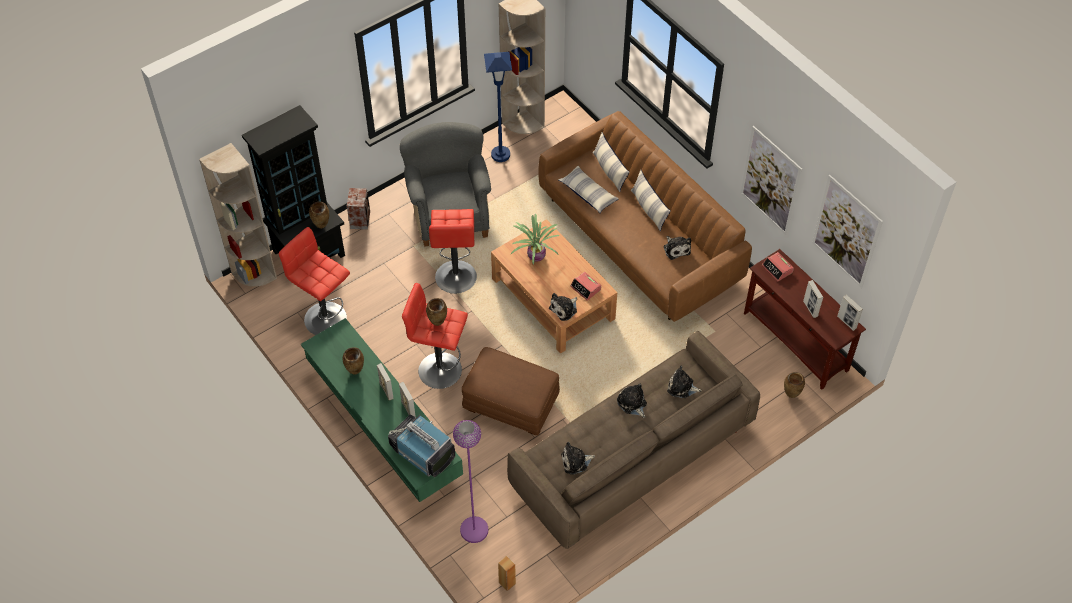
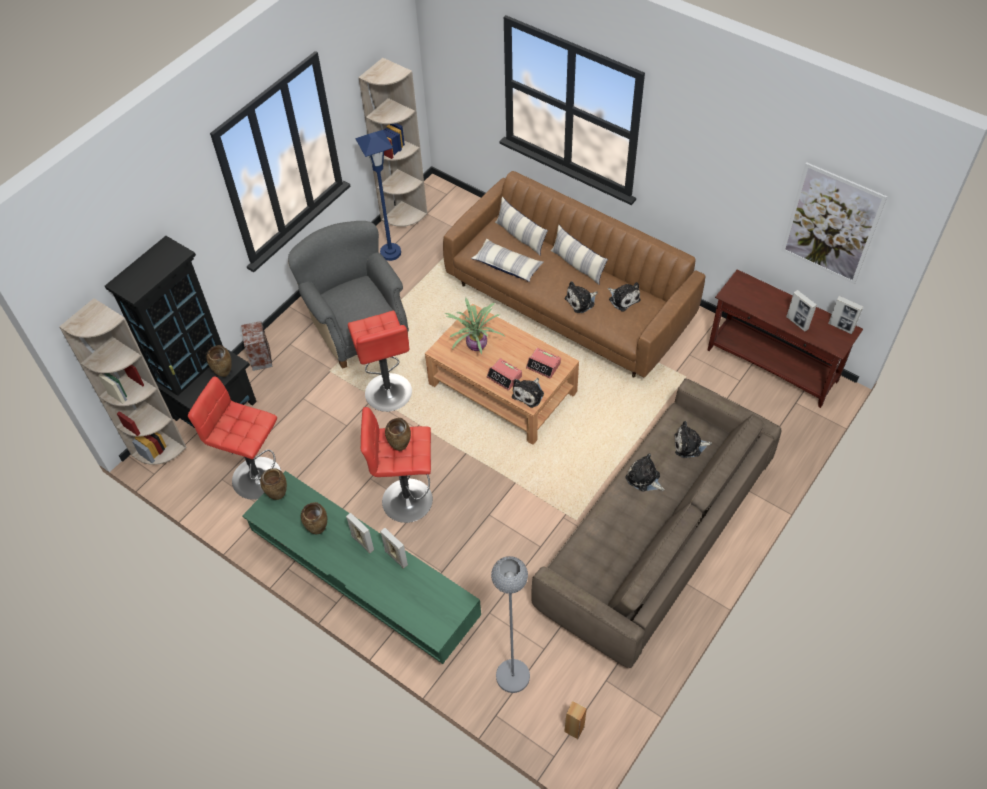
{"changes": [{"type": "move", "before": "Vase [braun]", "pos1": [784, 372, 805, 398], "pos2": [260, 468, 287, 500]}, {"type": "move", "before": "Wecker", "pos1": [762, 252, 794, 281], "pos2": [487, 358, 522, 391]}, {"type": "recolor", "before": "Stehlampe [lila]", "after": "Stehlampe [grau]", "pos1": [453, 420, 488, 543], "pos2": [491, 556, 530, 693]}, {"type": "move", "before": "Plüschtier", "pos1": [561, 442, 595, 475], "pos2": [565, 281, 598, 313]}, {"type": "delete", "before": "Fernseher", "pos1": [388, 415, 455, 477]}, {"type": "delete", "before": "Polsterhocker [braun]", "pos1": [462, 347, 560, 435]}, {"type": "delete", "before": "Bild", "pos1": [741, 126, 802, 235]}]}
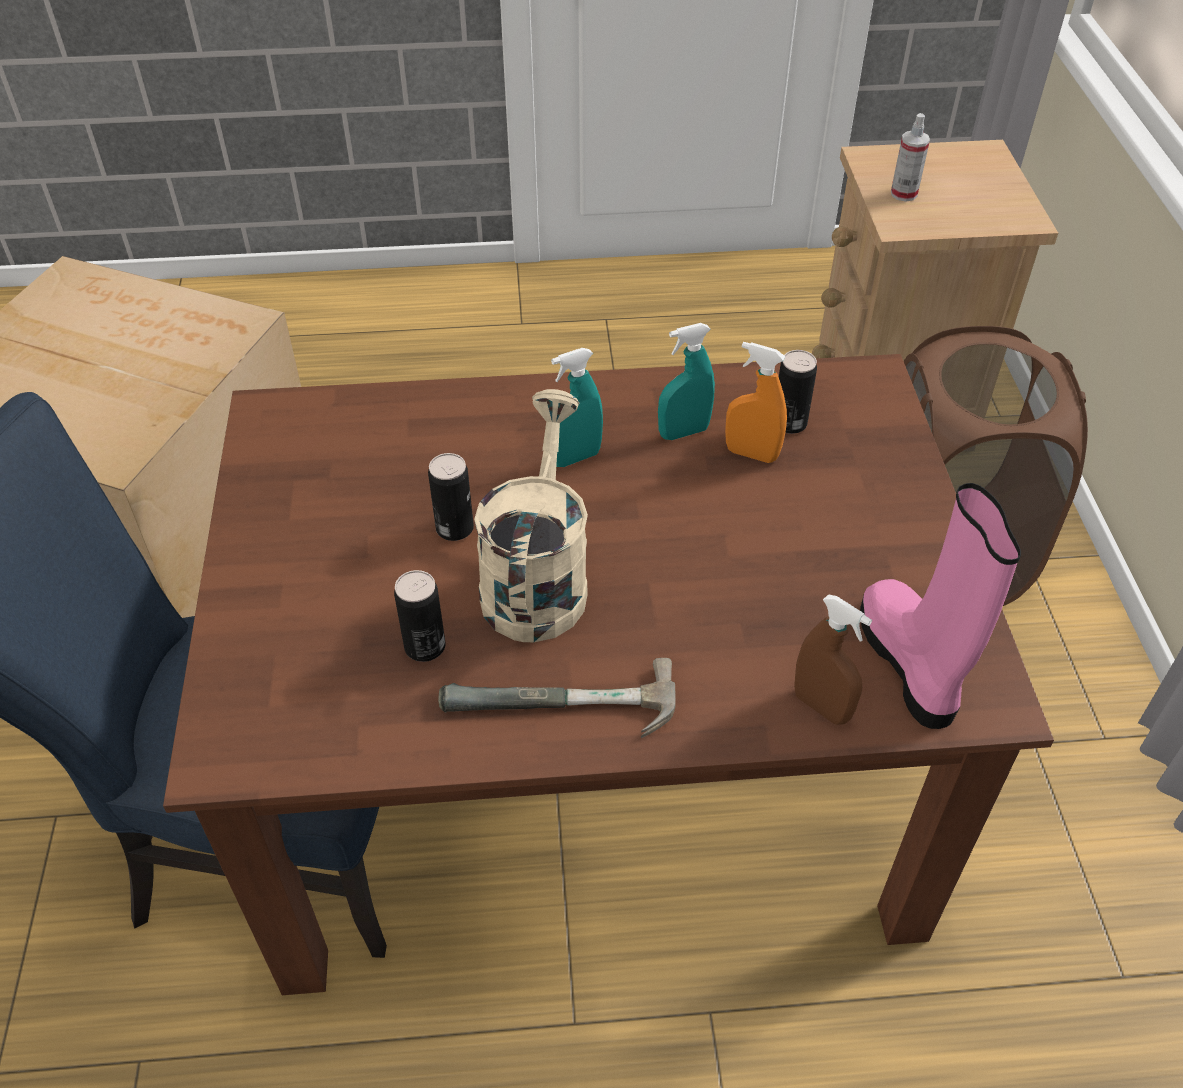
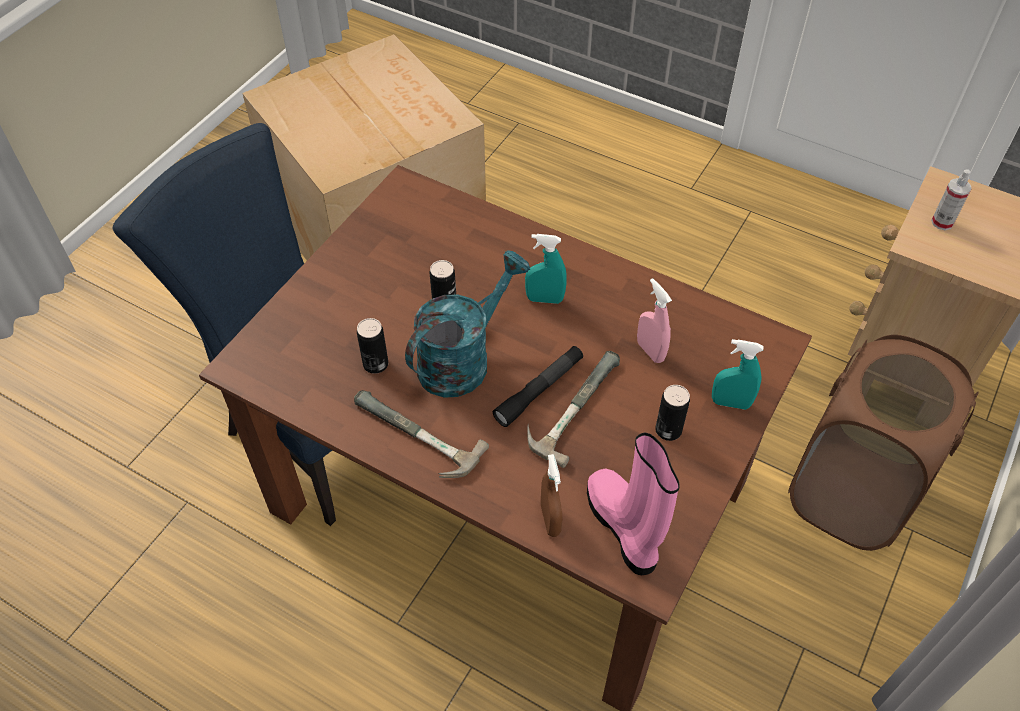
{"changes": [{"type": "recolor", "before": "Gießkanne [beige]", "after": "Gießkanne [türkis]", "pos1": [474, 389, 588, 642], "pos2": [405, 250, 530, 398]}, {"type": "insert", "after": "Taschenlampe [schwarz]", "pos2": [493, 346, 583, 427]}, {"type": "insert", "after": "Hammer", "pos2": [527, 351, 620, 468]}, {"type": "rotate", "before": "Stiefel [rosa]", "pos1": [860, 483, 1021, 729], "pos2": [587, 432, 680, 575], "turn": -45}, {"type": "recolor", "before": "Sprühflasche [orange]", "after": "Sprühflasche [rosa]", "pos1": [725, 342, 787, 463], "pos2": [637, 278, 672, 363]}, {"type": "move", "before": "Dose", "pos1": [779, 350, 817, 434], "pos2": [655, 385, 690, 441]}, {"type": "move", "before": "Sprühflasche [türkis]", "pos1": [658, 323, 715, 440], "pos2": [712, 339, 764, 410]}]}
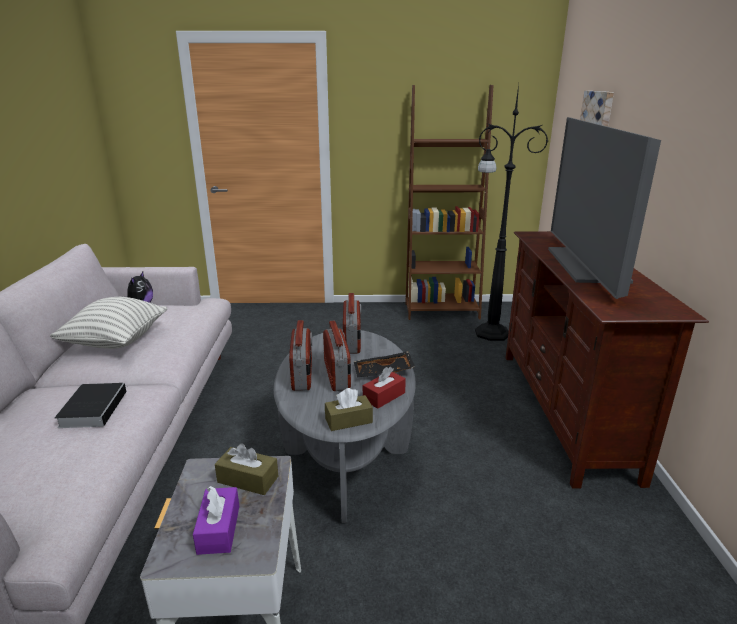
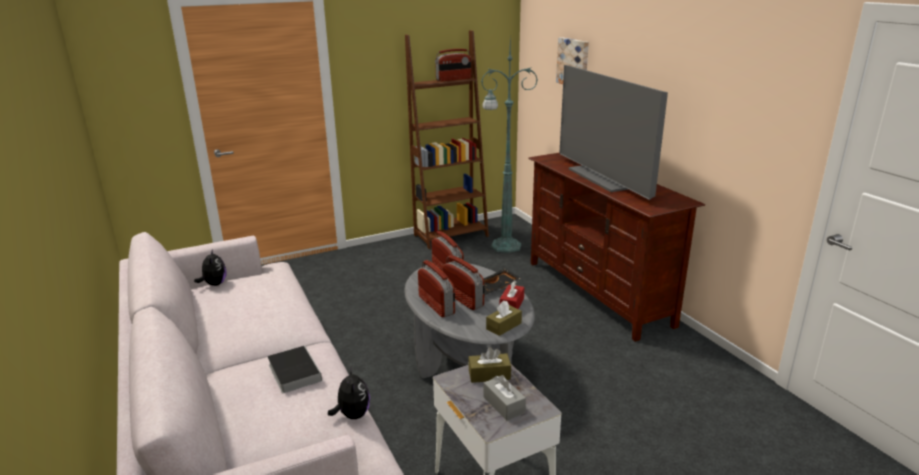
{"changes": [{"type": "insert", "after": "Plüschtier", "pos2": [328, 367, 370, 419]}, {"type": "insert", "after": "Radio", "pos2": [435, 49, 471, 81]}, {"type": "recolor", "before": "Stehlampe [schwarz]", "after": "Stehlampe [grün]", "pos1": [475, 85, 548, 341], "pos2": [481, 35, 538, 253]}, {"type": "recolor", "before": "Taschentuchbox [lila]", "after": "Taschentuchbox [grau]", "pos1": [193, 486, 239, 555], "pos2": [484, 375, 526, 421]}, {"type": "delete", "before": "Kissen", "pos1": [50, 297, 167, 349]}]}
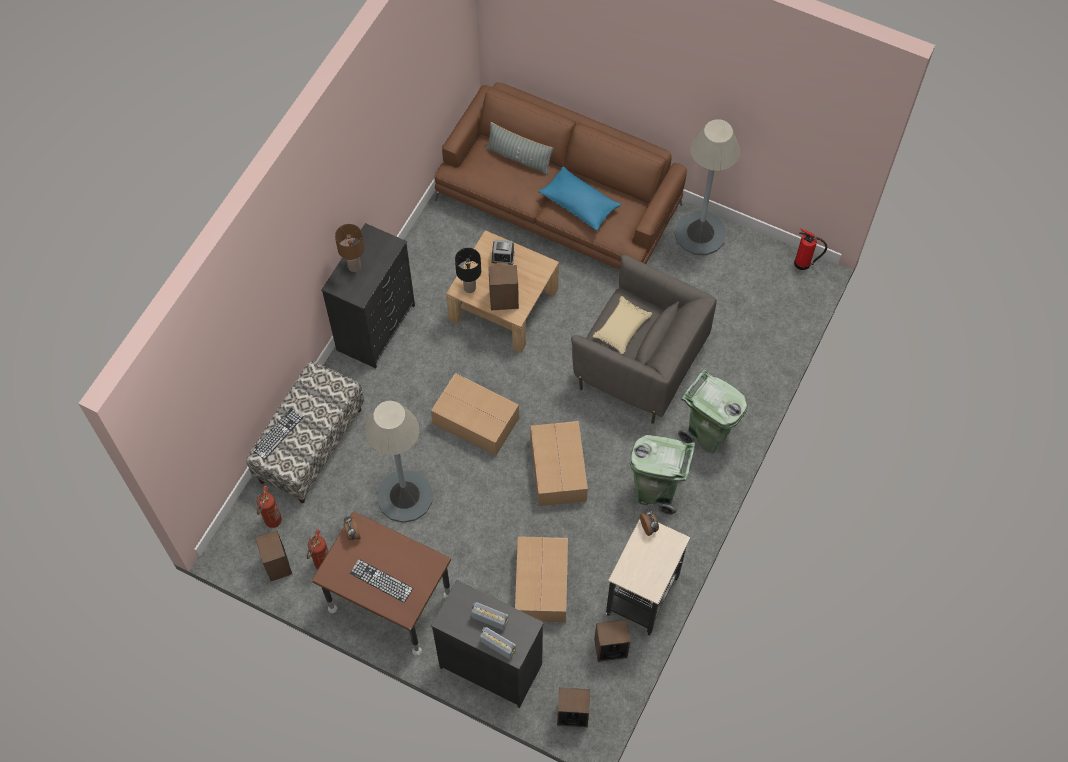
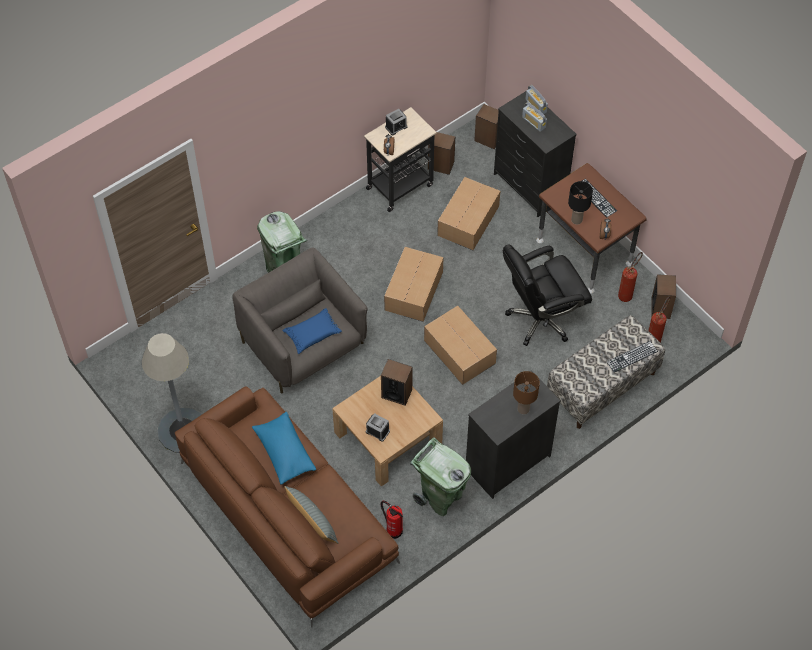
{"changes": [{"type": "recolor", "before": "Kissen [beige]", "after": "Kissen [blau]", "pos1": [593, 296, 652, 354], "pos2": [283, 308, 342, 354]}, {"type": "move", "before": "Feuerlöscher", "pos1": [794, 229, 827, 270], "pos2": [381, 501, 403, 539]}, {"type": "insert", "after": "Wecker", "pos2": [385, 109, 407, 136]}, {"type": "move", "before": "Mülleimer [grün]", "pos1": [630, 435, 695, 516], "pos2": [410, 437, 471, 516]}, {"type": "replace", "before": "Stehlampe [grau]", "after": "Bürostuhl [schwarz]", "pos1": [365, 401, 433, 523], "pos2": [503, 244, 592, 346]}, {"type": "move", "before": "Tischlampe [schwarz]", "pos1": [455, 248, 481, 293], "pos2": [568, 181, 593, 224]}]}
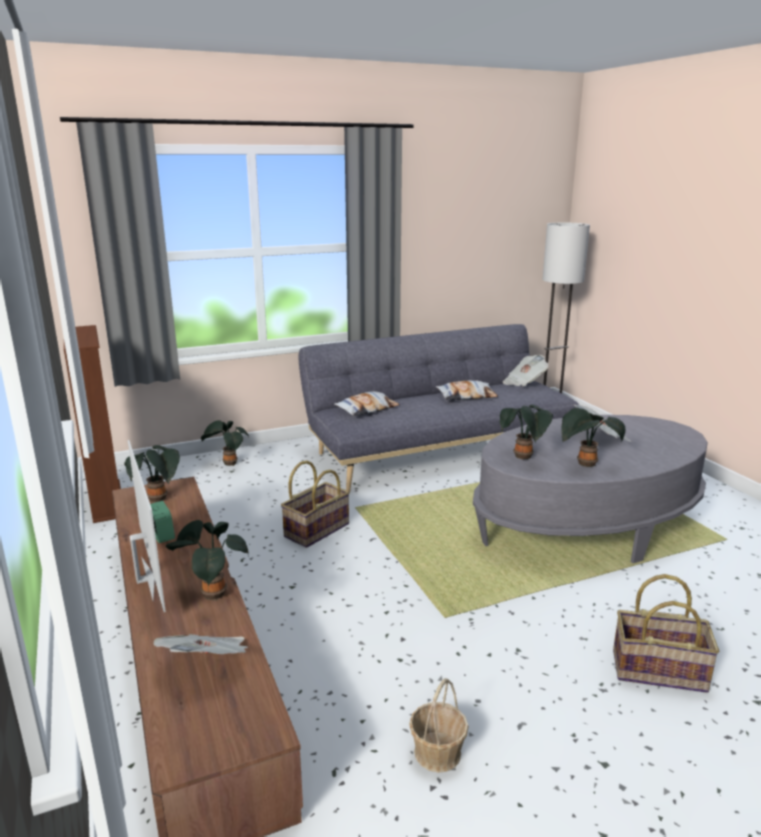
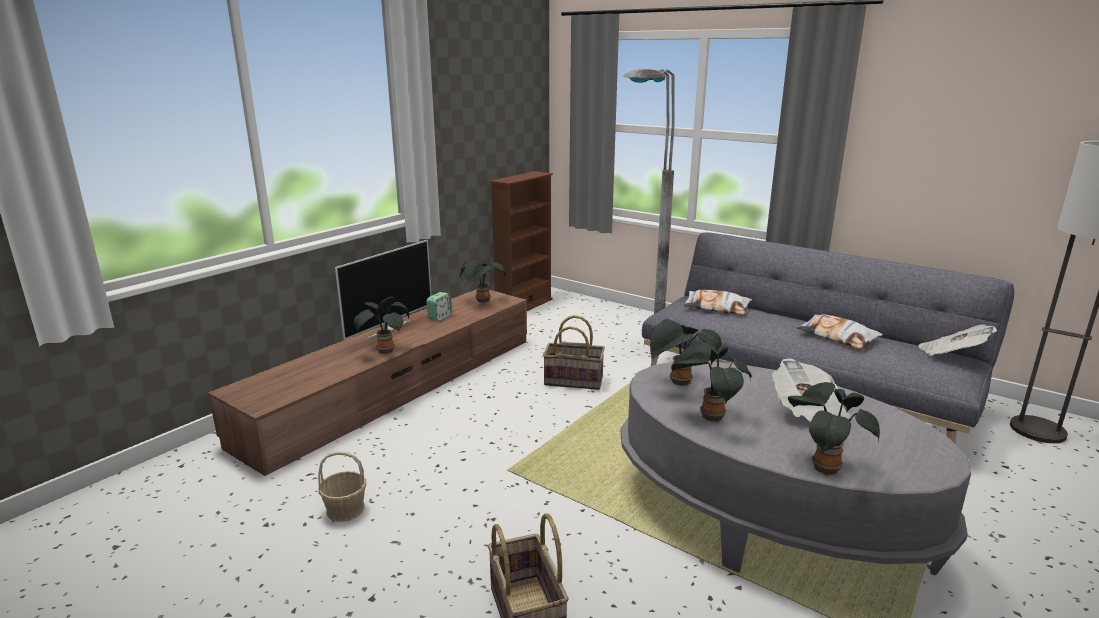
{"changes": [{"type": "insert", "after": "Stehlampe [grau]", "pos2": [623, 69, 675, 314]}, {"type": "move", "before": "Topfpflanze", "pos1": [201, 420, 249, 466], "pos2": [788, 382, 880, 476]}, {"type": "delete", "before": "Zeitung", "pos1": [153, 634, 248, 654]}]}
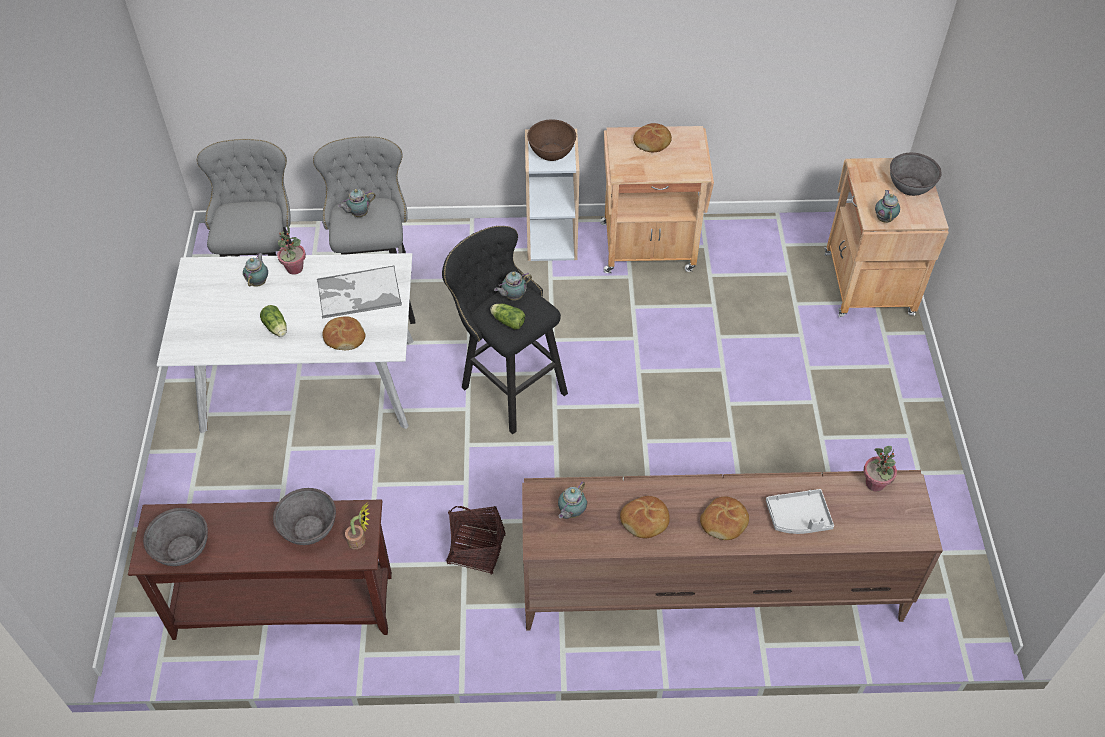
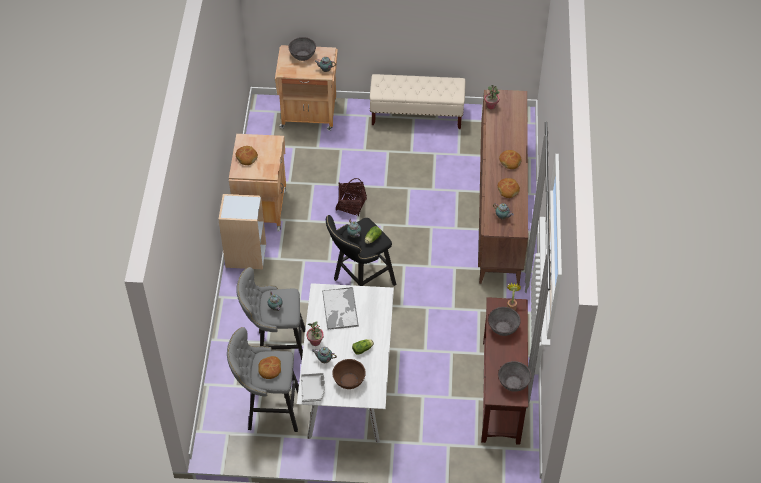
{"changes": [{"type": "move", "before": "Brot", "pos1": [323, 316, 366, 350], "pos2": [258, 356, 281, 379]}, {"type": "move", "before": "Tablett [grau]", "pos1": [766, 489, 834, 534], "pos2": [301, 373, 325, 402]}, {"type": "move", "before": "Schüssel [braun]", "pos1": [527, 119, 576, 161], "pos2": [332, 359, 366, 389]}, {"type": "move", "before": "Korb", "pos1": [446, 506, 506, 575], "pos2": [336, 178, 367, 216]}, {"type": "insert", "after": "Bank [beige]", "pos2": [370, 74, 465, 129]}]}
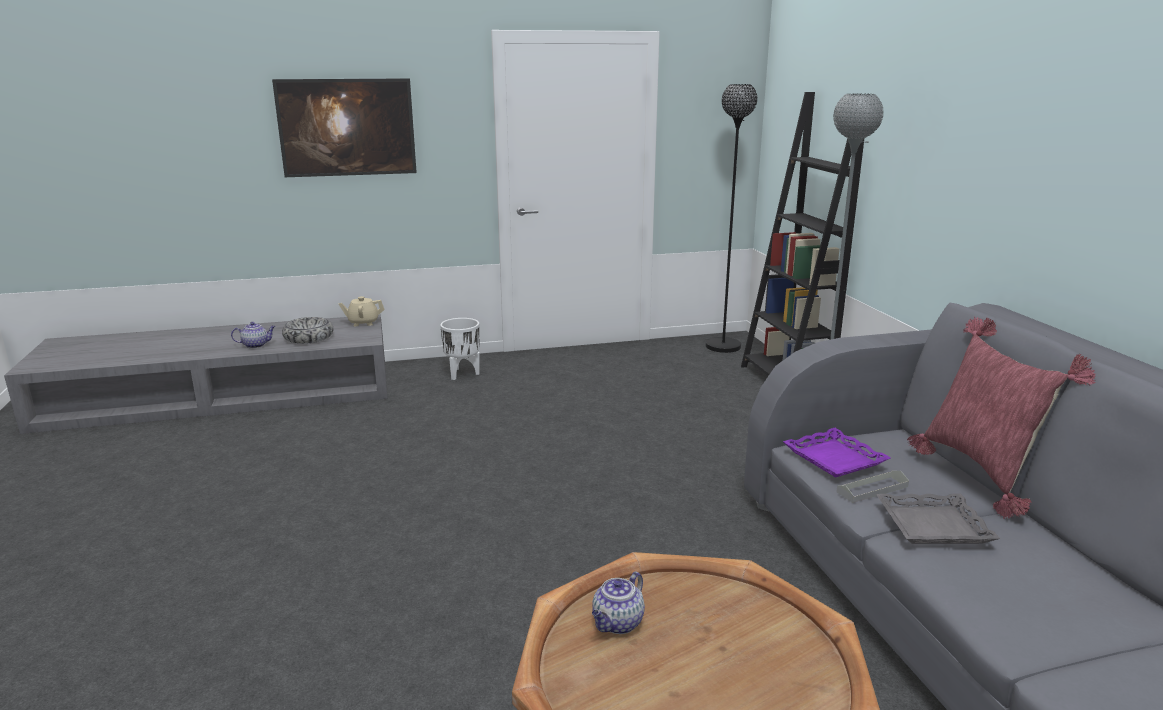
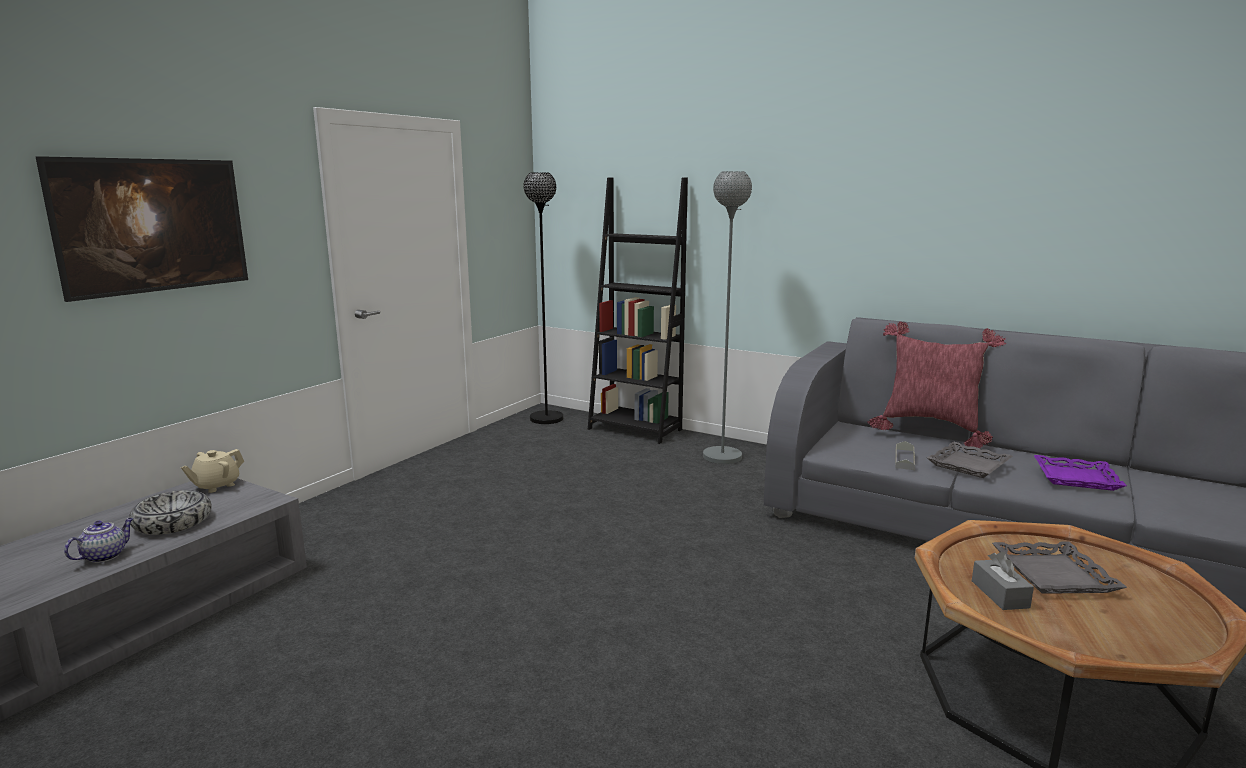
{"changes": [{"type": "replace", "before": "Teekanne", "after": "Taschentuchbox [grau]", "pos1": [592, 572, 645, 634], "pos2": [972, 552, 1034, 610]}, {"type": "insert", "after": "Tablett [grau]", "pos2": [992, 541, 1127, 594]}, {"type": "move", "before": "Tablett [lila]", "pos1": [783, 428, 890, 478], "pos2": [1034, 455, 1127, 491]}, {"type": "delete", "before": "Pflanzkübel [weiß]", "pos1": [440, 318, 480, 380]}]}
